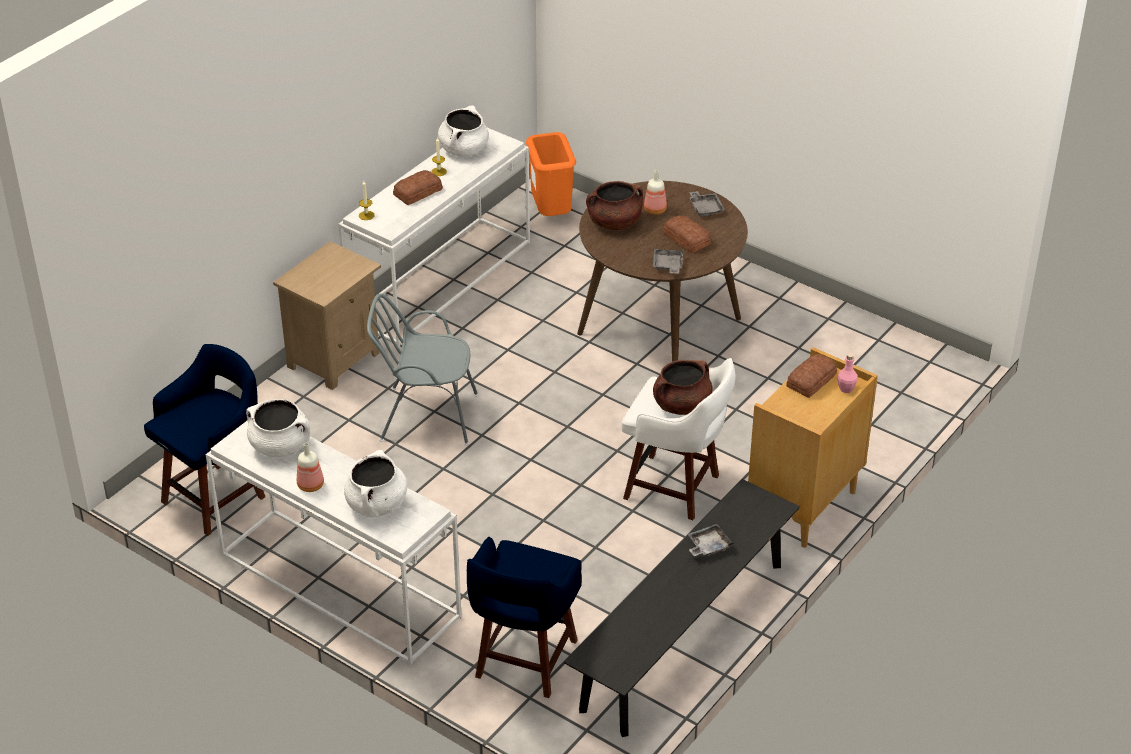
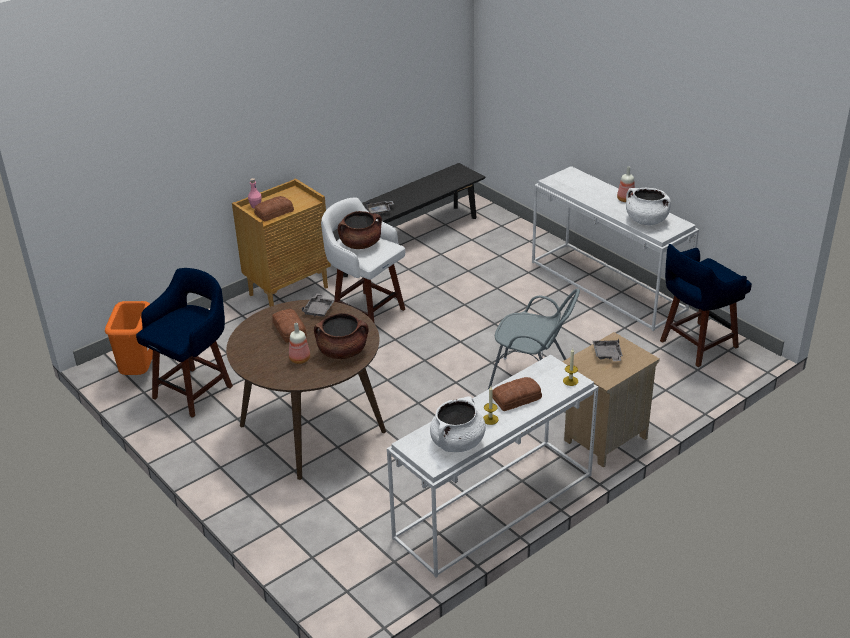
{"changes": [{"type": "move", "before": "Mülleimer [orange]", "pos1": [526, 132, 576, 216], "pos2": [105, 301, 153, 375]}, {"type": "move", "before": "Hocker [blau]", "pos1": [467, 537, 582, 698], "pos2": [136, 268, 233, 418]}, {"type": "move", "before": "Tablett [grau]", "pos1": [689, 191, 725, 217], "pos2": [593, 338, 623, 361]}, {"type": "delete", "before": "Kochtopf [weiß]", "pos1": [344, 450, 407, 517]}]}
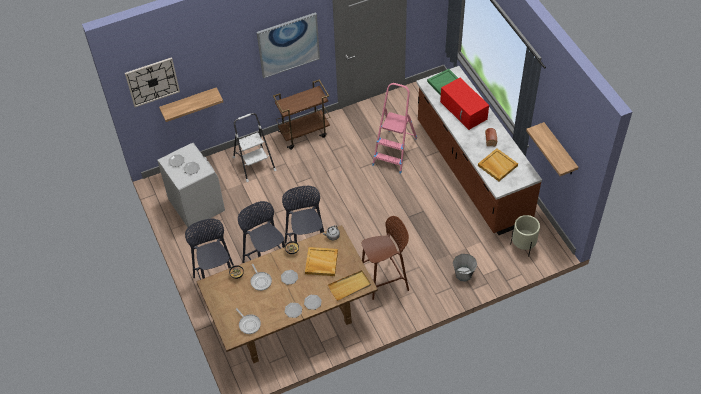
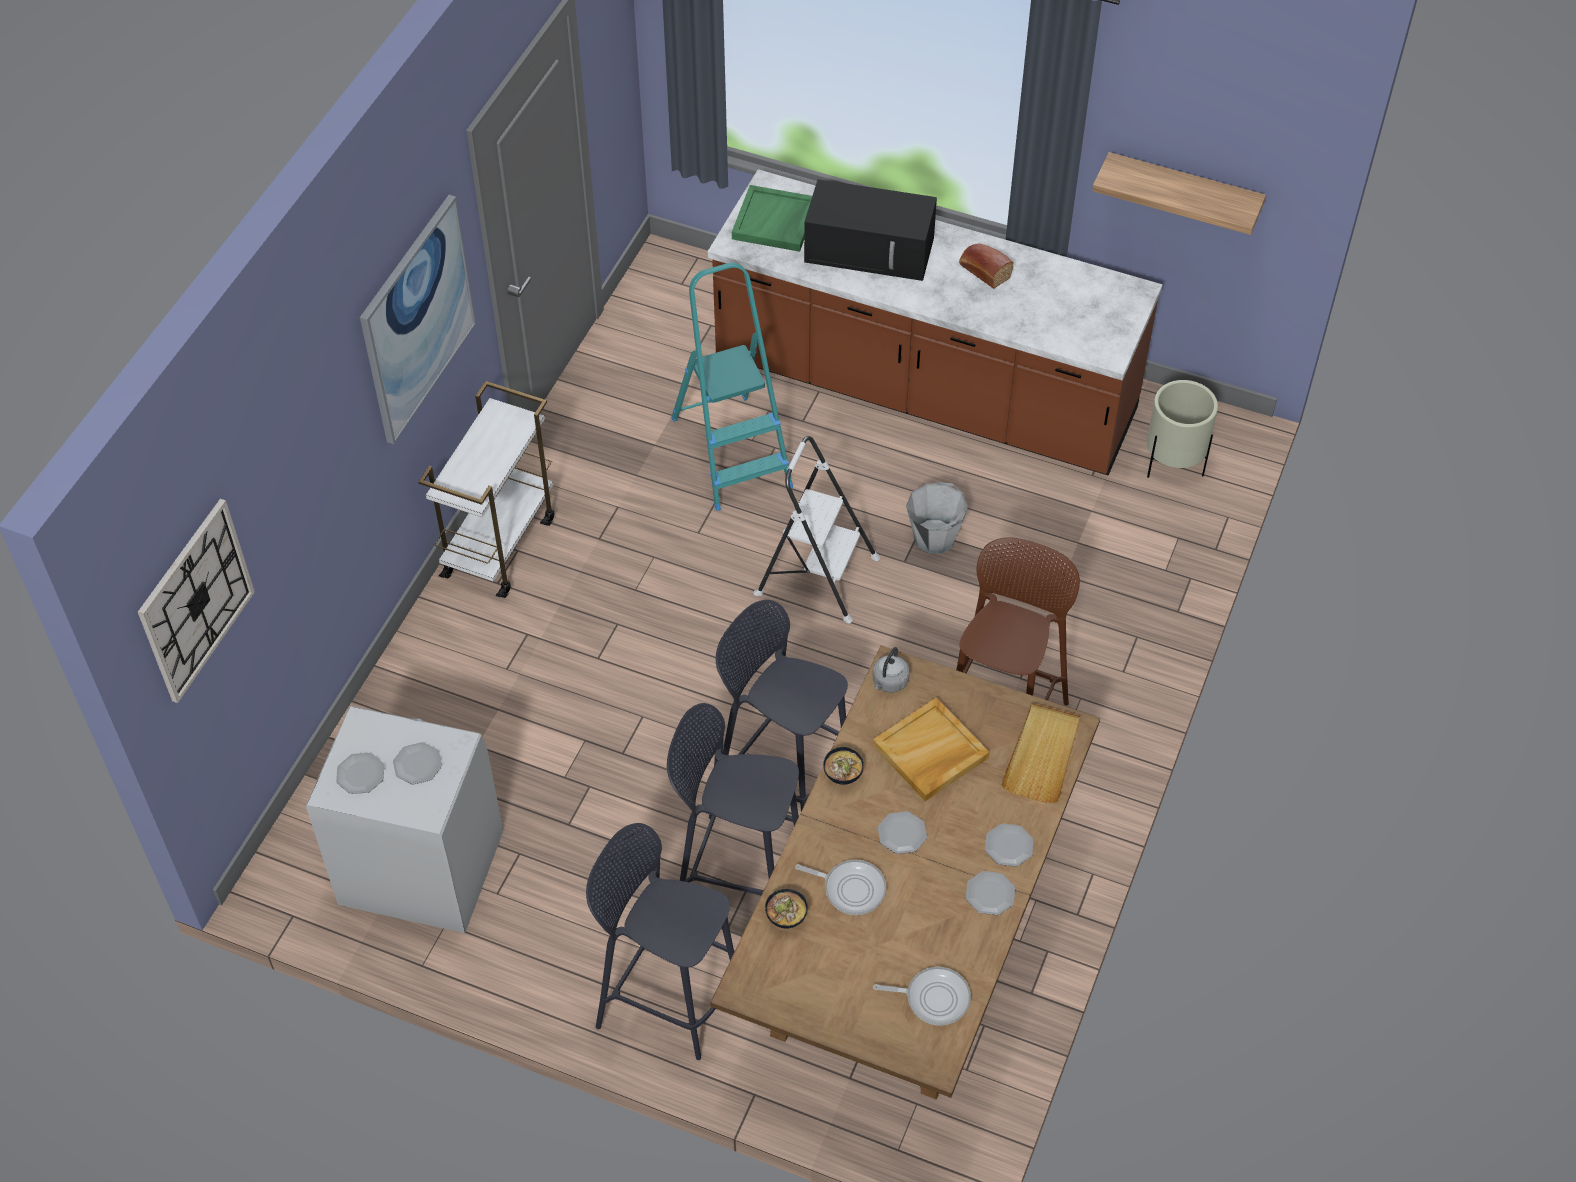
{"changes": [{"type": "recolor", "before": "Rollwagen [braun]", "after": "Rollwagen [weiß]", "pos1": [273, 79, 331, 150], "pos2": [418, 381, 554, 598]}, {"type": "recolor", "before": "Trittleiter [rosa]", "after": "Trittleiter [türkis]", "pos1": [372, 83, 417, 174], "pos2": [671, 263, 793, 511]}, {"type": "move", "before": "Trittleiter [weiß]", "pos1": [233, 113, 276, 182], "pos2": [754, 436, 880, 623]}, {"type": "recolor", "before": "Mikrowelle [rot]", "after": "Mikrowelle [schwarz]", "pos1": [440, 78, 489, 130], "pos2": [804, 179, 937, 281]}, {"type": "move", "before": "Eimer [grau]", "pos1": [453, 254, 477, 282], "pos2": [906, 482, 968, 554]}, {"type": "delete", "before": "Wandregal", "pos1": [159, 87, 223, 122]}, {"type": "delete", "before": "Tablett [beige]", "pos1": [478, 148, 518, 181]}]}
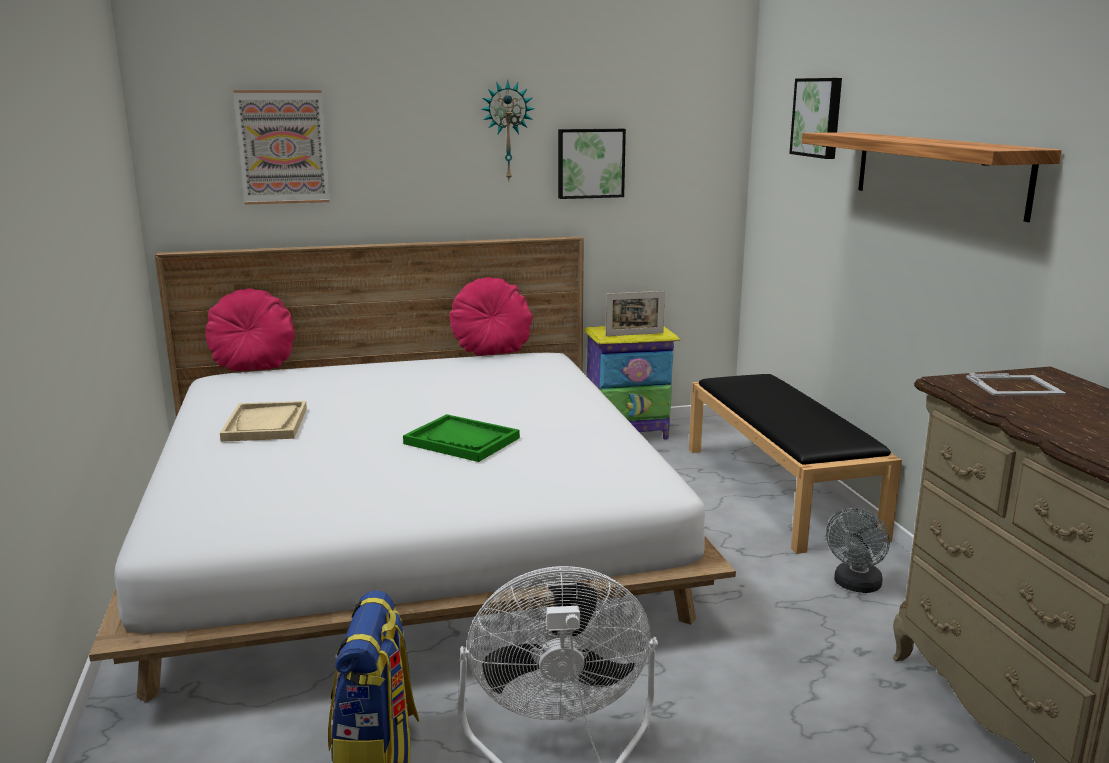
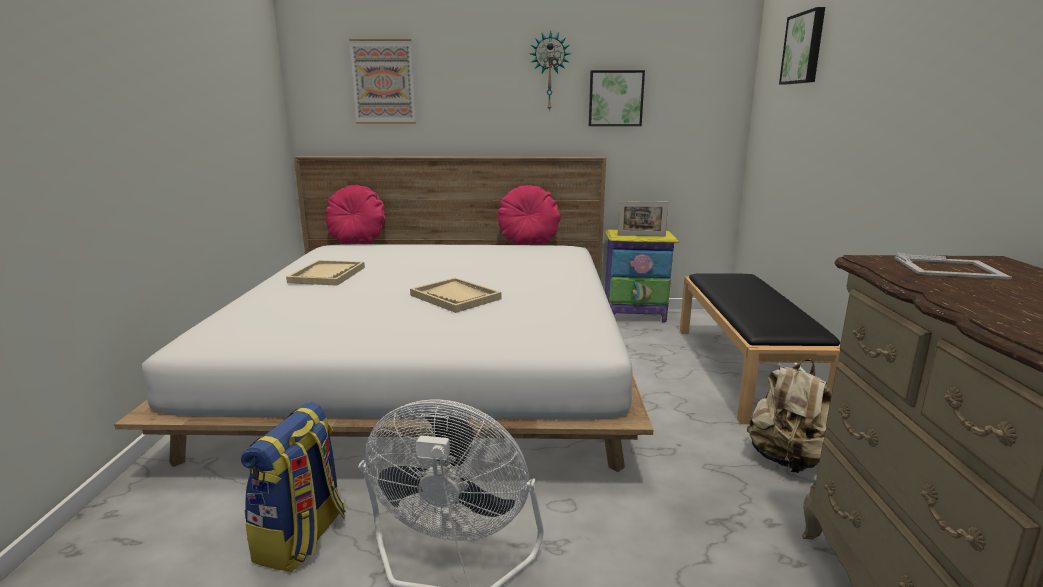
{"changes": [{"type": "recolor", "before": "Tablett [grün]", "after": "Tablett [beige]", "pos1": [403, 414, 520, 462], "pos2": [410, 278, 501, 313]}, {"type": "replace", "before": "Ventilator [grau]", "after": "Rucksack [beige]", "pos1": [826, 508, 890, 593], "pos2": [747, 359, 831, 473]}, {"type": "delete", "before": "Wandregal", "pos1": [802, 132, 1062, 222]}]}
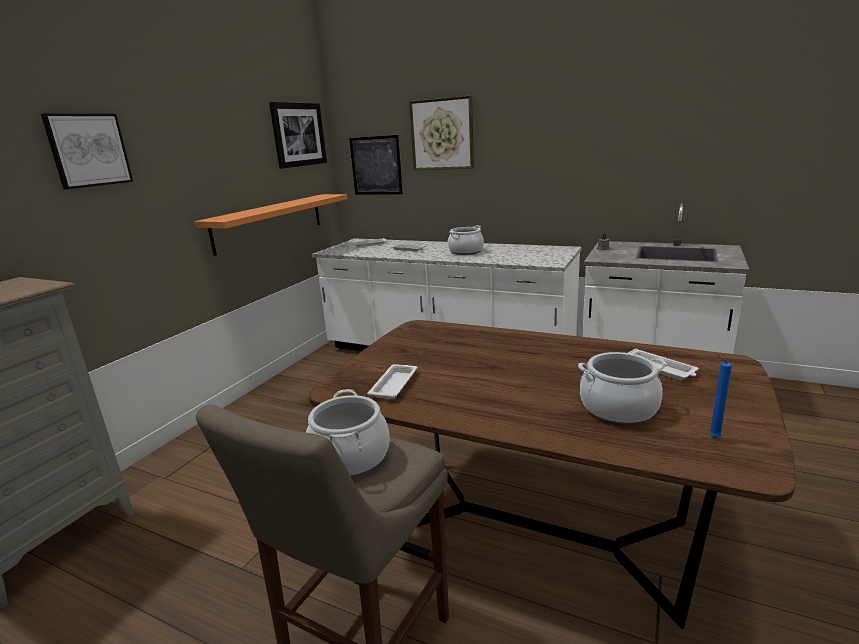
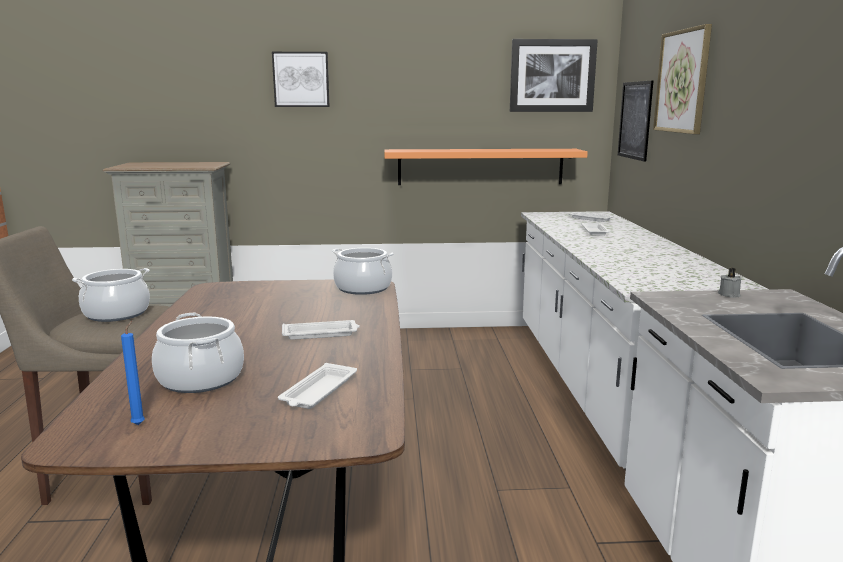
{"changes": [{"type": "move", "before": "Tablett [weiß]", "pos1": [367, 364, 417, 399], "pos2": [282, 320, 360, 340]}, {"type": "move", "before": "Kochtopf", "pos1": [448, 225, 484, 255], "pos2": [332, 248, 393, 295]}]}
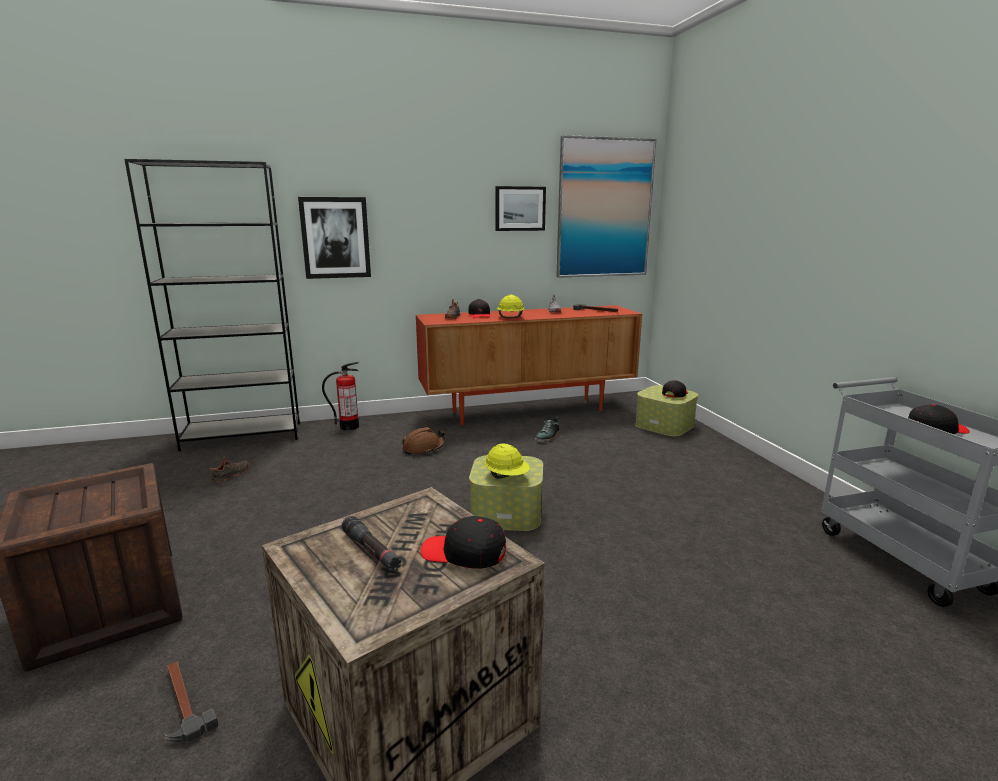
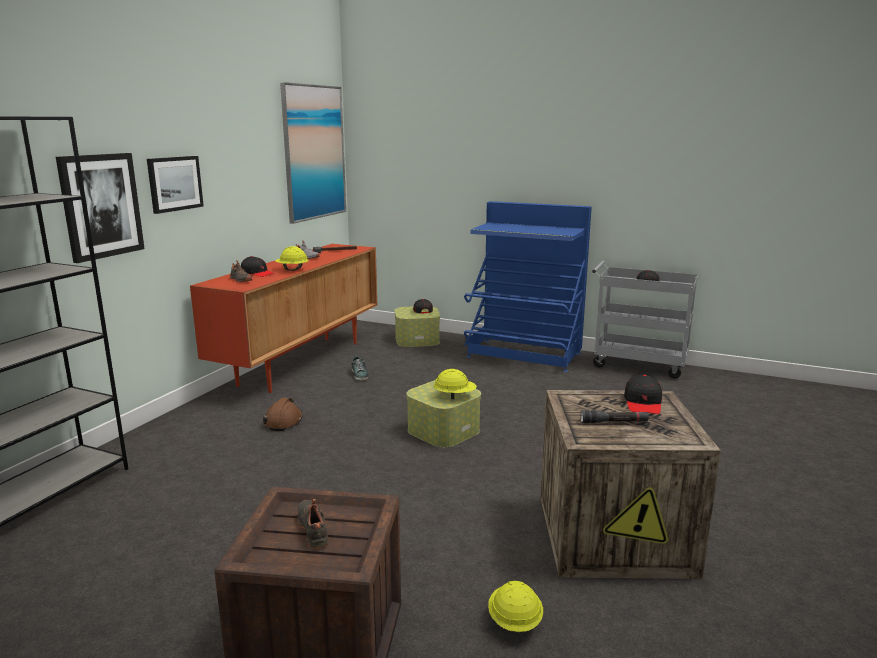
{"changes": [{"type": "move", "before": "Bild", "pos1": [495, 186, 546, 231], "pos2": [147, 156, 204, 214]}, {"type": "move", "before": "Schuh [schwarz]", "pos1": [210, 457, 249, 483], "pos2": [298, 499, 329, 549]}, {"type": "insert", "after": "Schuhregal [blau]", "pos2": [464, 201, 592, 372]}, {"type": "replace", "before": "Hammer", "after": "Schutzhelm [gelb]", "pos1": [164, 661, 218, 743], "pos2": [488, 581, 543, 632]}, {"type": "rotate", "before": "Kappe [schwarz]", "pos1": [421, 516, 506, 569], "pos2": [624, 375, 662, 414], "turn": -45}, {"type": "delete", "before": "Feuerlöscher", "pos1": [322, 362, 359, 430]}]}
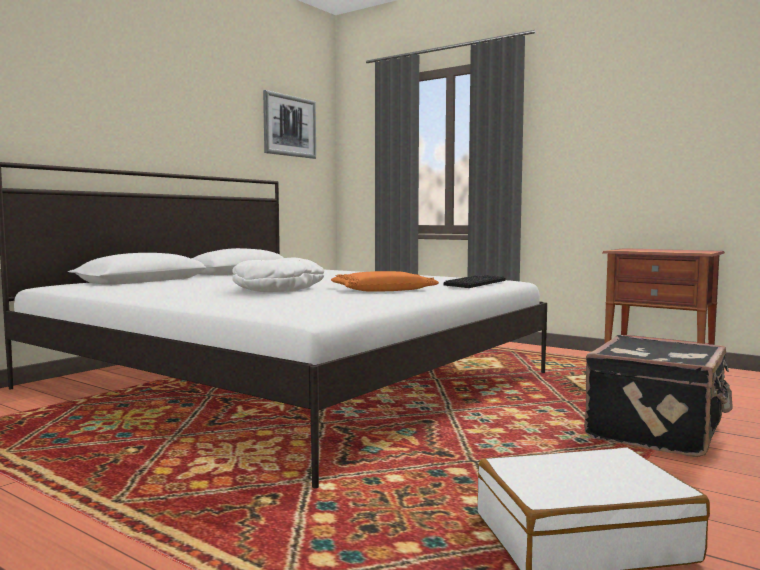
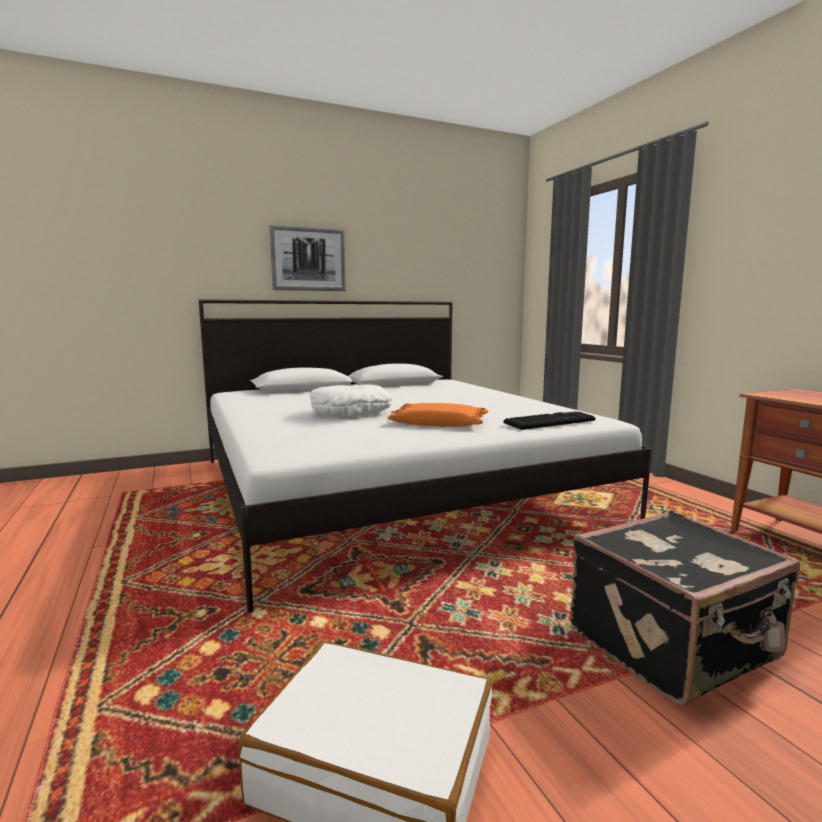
{"changes": [{"type": "move", "before": "Bild", "pos1": [263, 90, 316, 159], "pos2": [269, 225, 346, 291]}]}
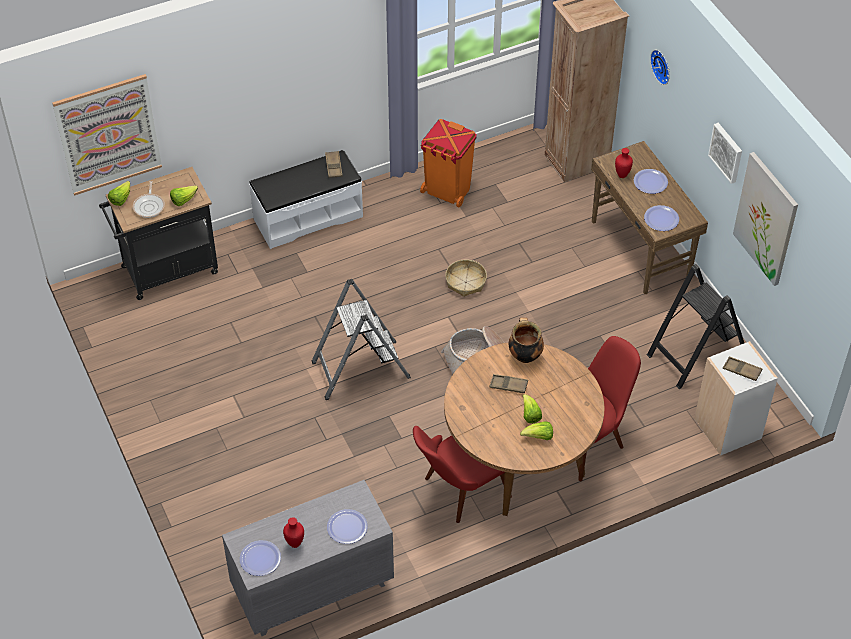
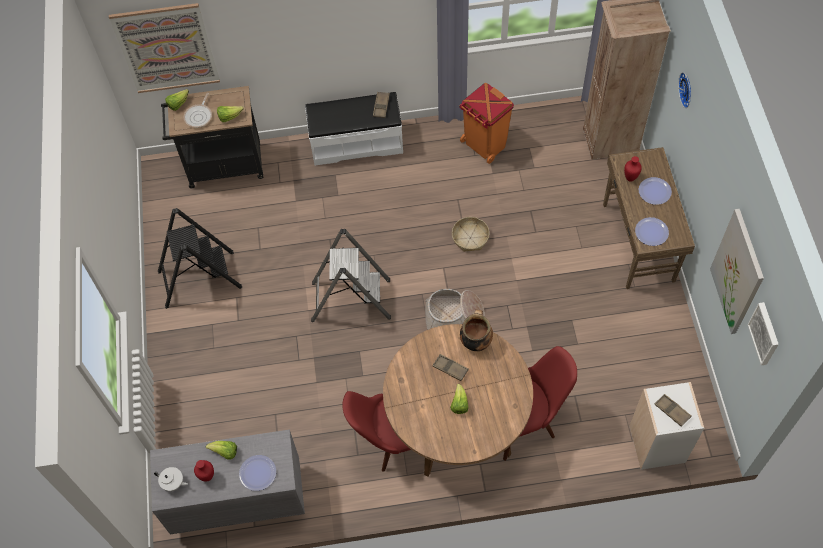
{"changes": [{"type": "replace", "before": "Teller", "after": "Teekanne [weiß]", "pos1": [240, 540, 281, 576], "pos2": [154, 467, 188, 491]}, {"type": "move", "before": "Trittleiter [schwarz]", "pos1": [646, 264, 744, 389], "pos2": [158, 208, 242, 309]}, {"type": "move", "before": "Salatkopf", "pos1": [520, 421, 553, 440], "pos2": [206, 441, 237, 460]}, {"type": "move", "before": "Bild", "pos1": [708, 123, 742, 184], "pos2": [747, 302, 779, 365]}]}
